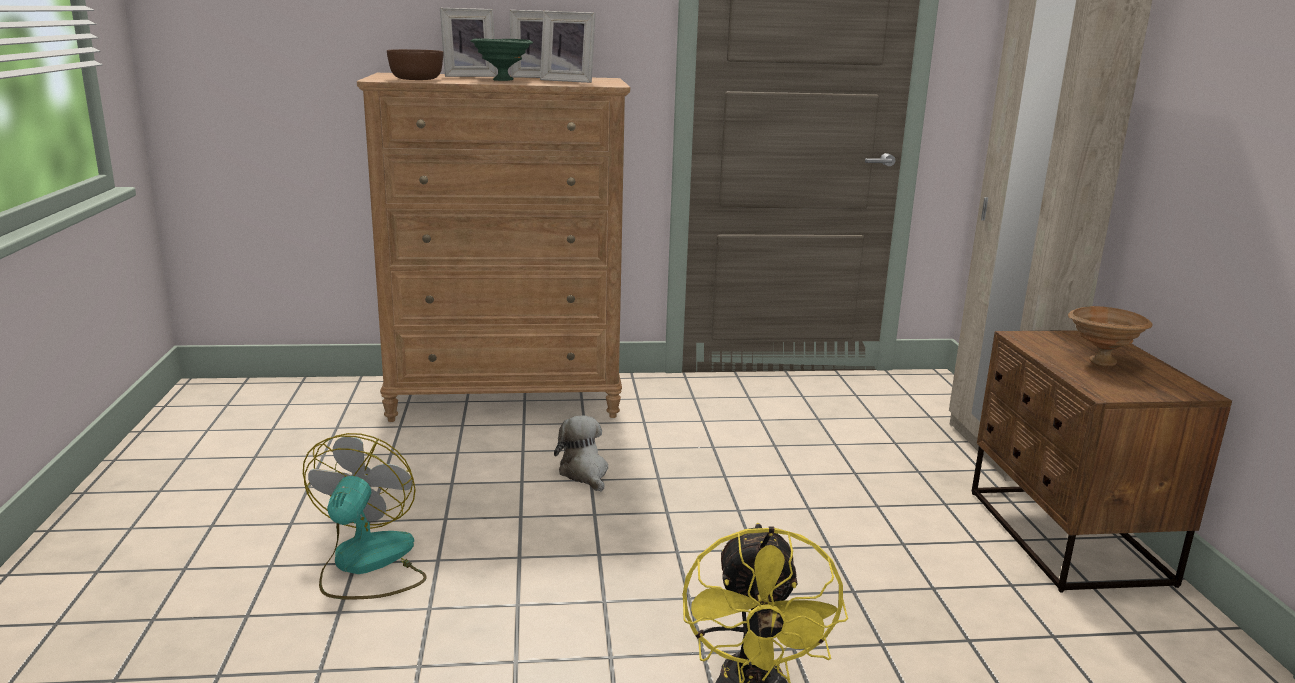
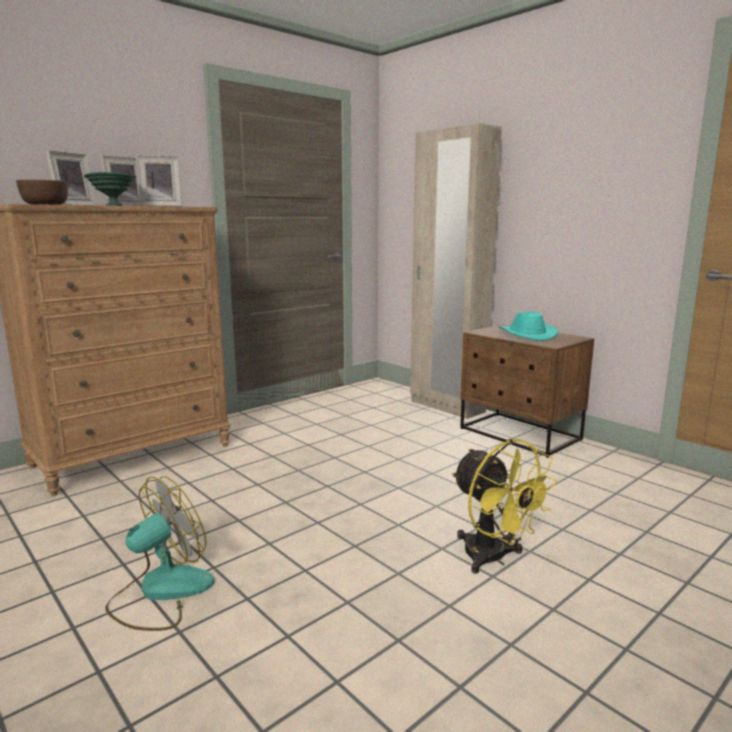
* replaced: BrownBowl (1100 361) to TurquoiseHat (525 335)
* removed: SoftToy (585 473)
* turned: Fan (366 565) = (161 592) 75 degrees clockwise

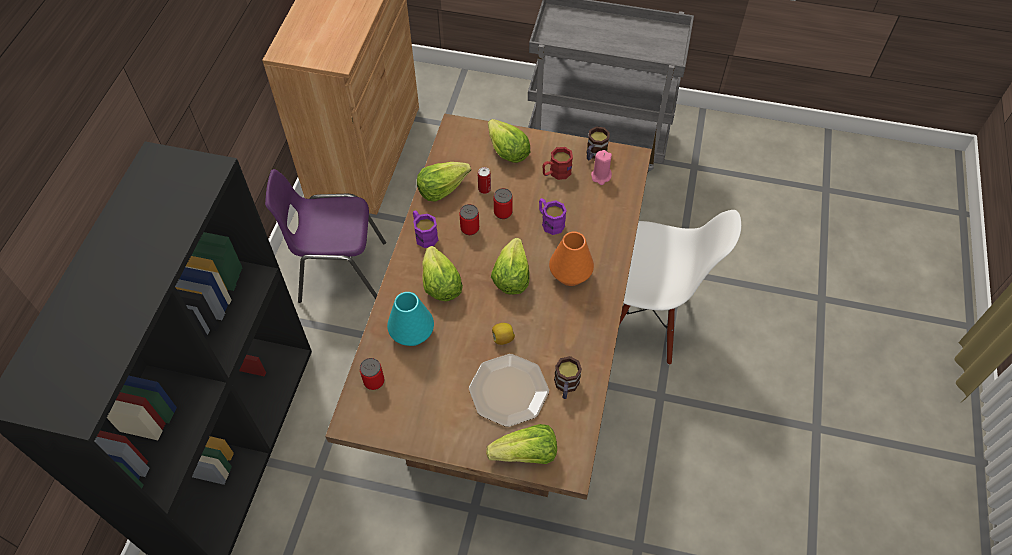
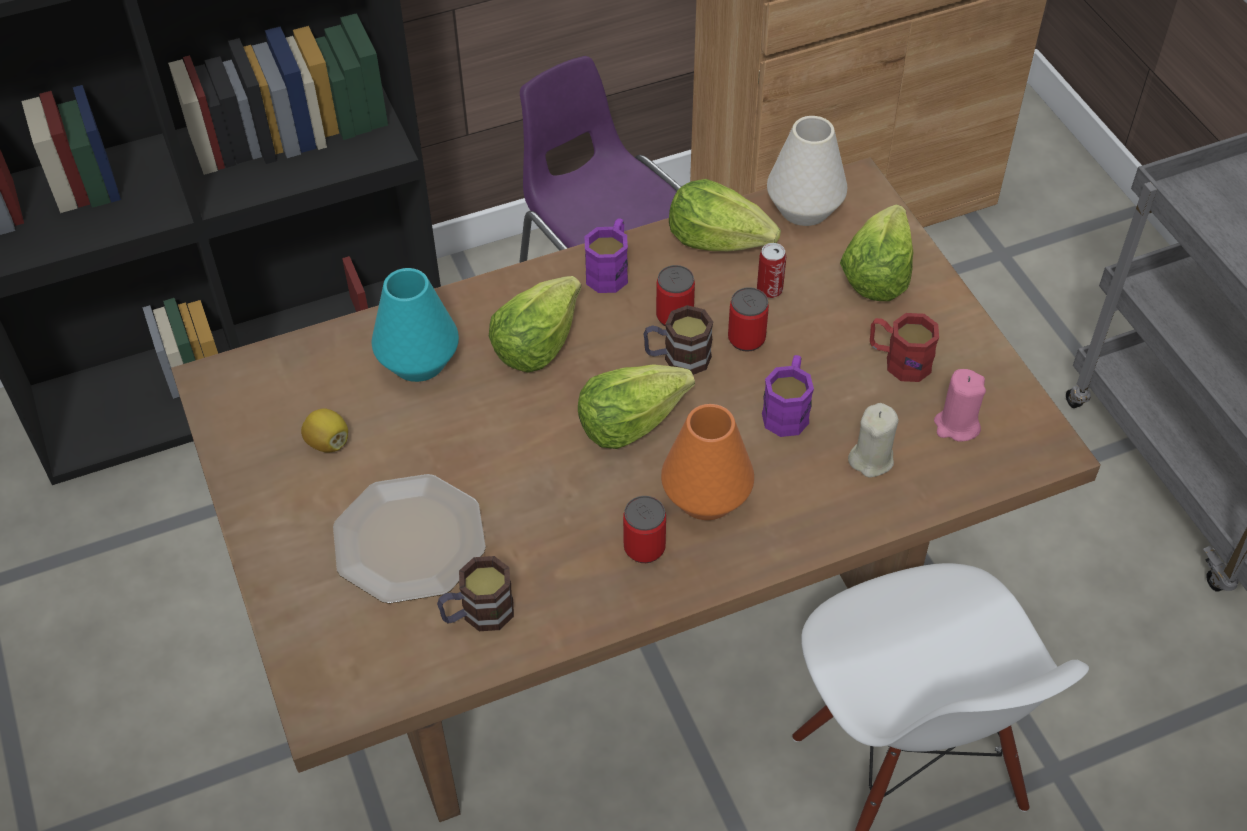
* moved: Mug (594 154) to (677 358)
* moved: WholeLemon (502 338) to (328 442)
* moved: Can (374 381) to (644 548)
* removed: HeadOfLettuce (526 454)
* added: WhiteVase (804 208)
* added: BeigeColouredWaxLight (871 459)

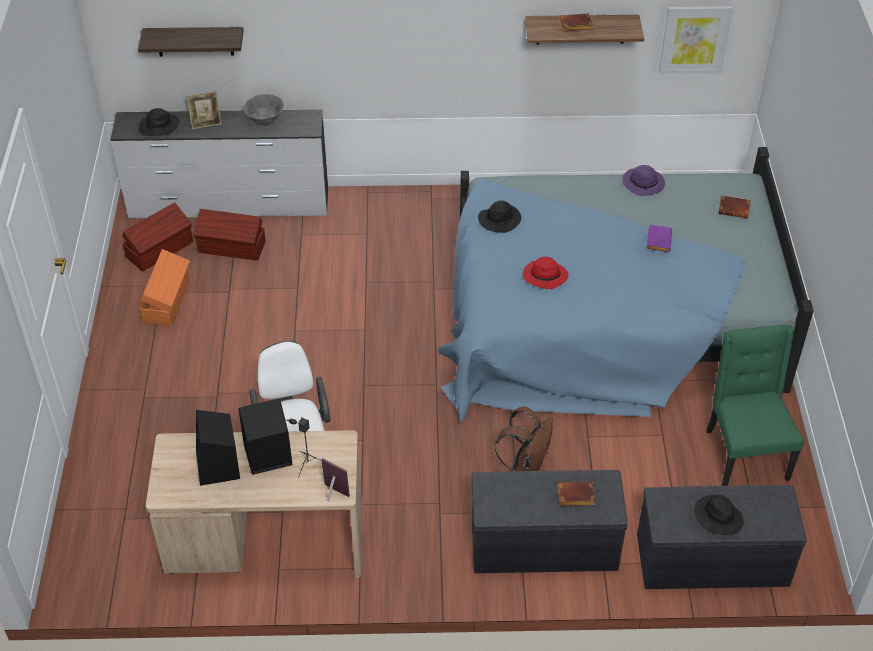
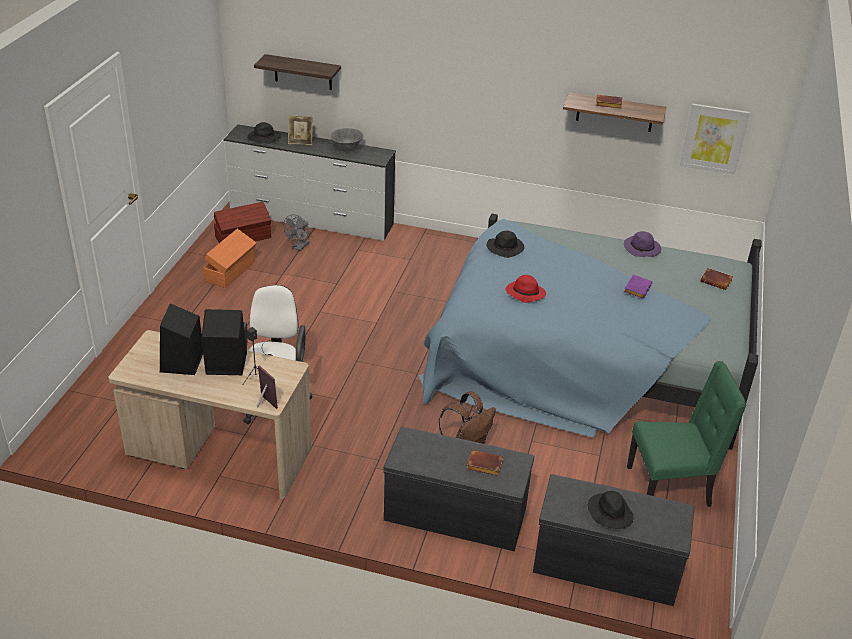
* replaced: BrownStorageBin (232 247) to GreyFan (299 247)
* turned: GreenishChair (744 454) = (670 487) 75 degrees clockwise

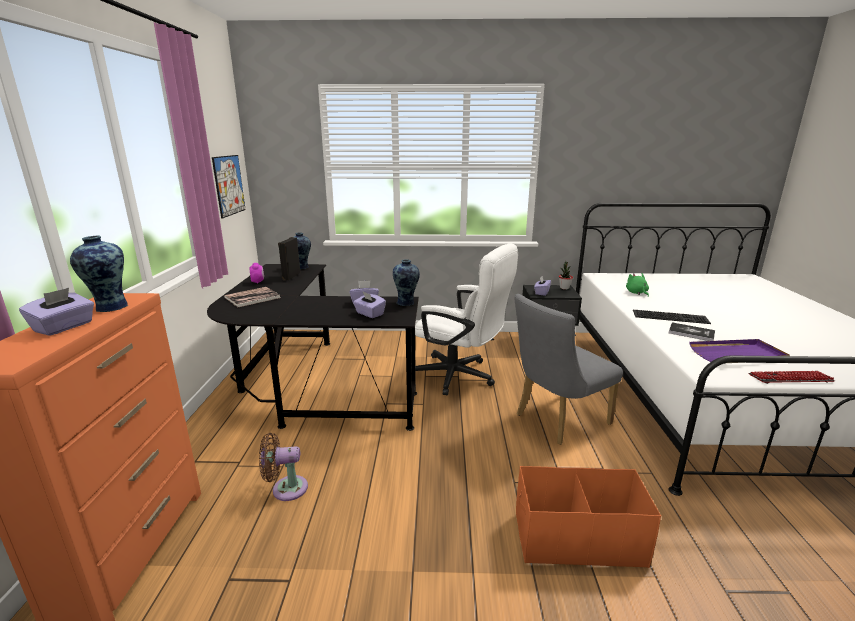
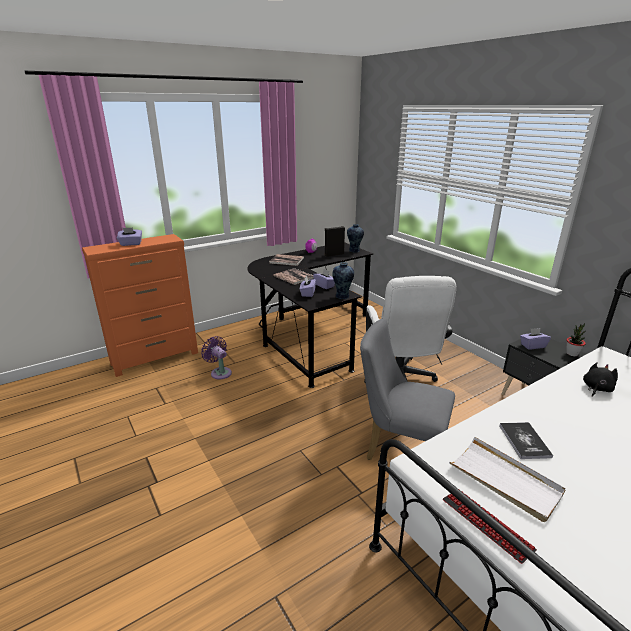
* removed: Picture (229 185)
* removed: Vase (110 307)
* recoloured: GreenishSoftToy (636 293) to BlackColouredSoftToy (596 388)
* removed: Keyboard (670 316)
* recoloured: PurplishTray (738 355) to WhiteTray (505 480)
* recoloured: BrownFan (286 489) to PurplishFan (220 372)
* removed: OrangeColouredStorageBin (577 538)
* added: Book (294 277)

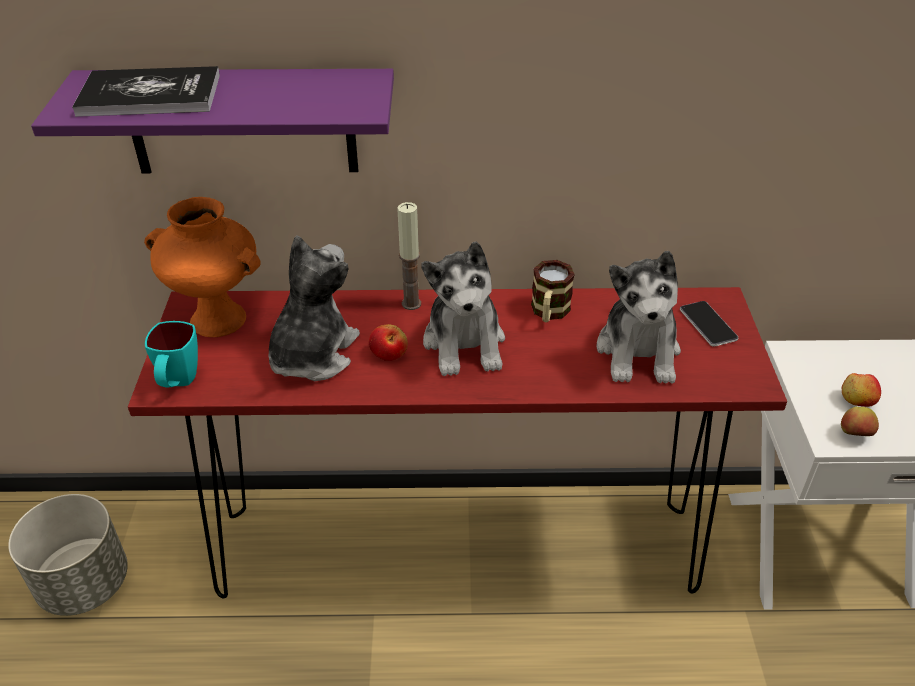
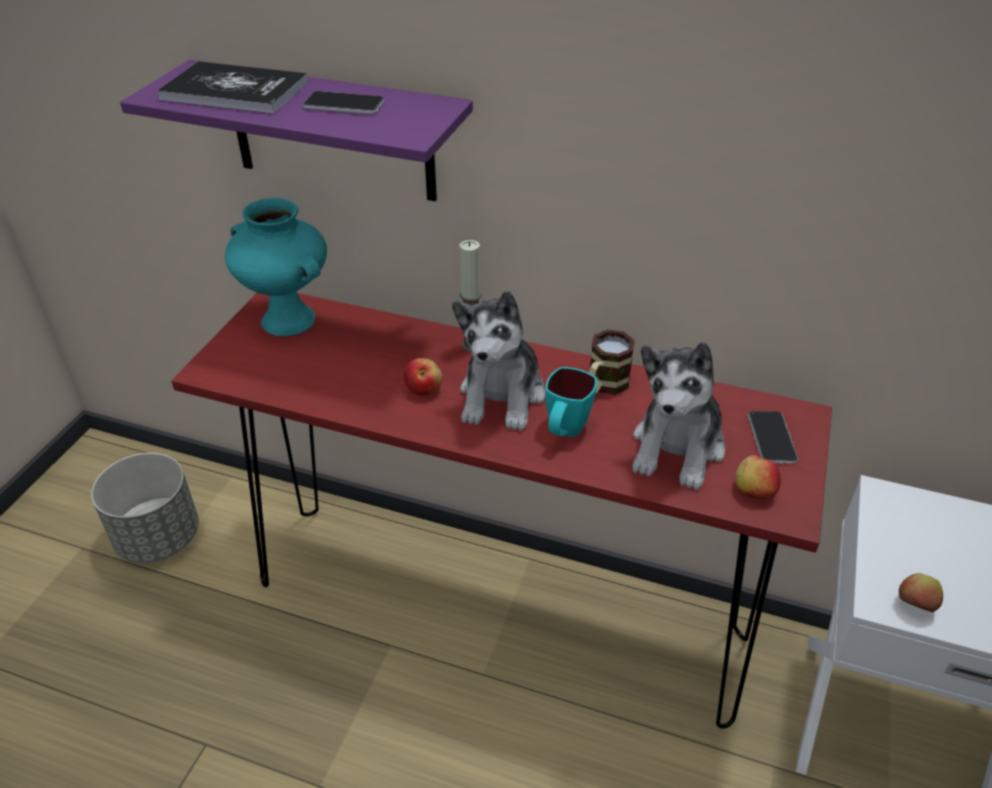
* recoloured: OrangeColouredVase (220 319) to TurquoiseVase (290 320)
* removed: SoftToy (312 355)
* moved: TurquoiseMug (178 383) to (564 432)
* moved: AppleFruit (856 401) to (754 490)
* added: Telephone (344 105)

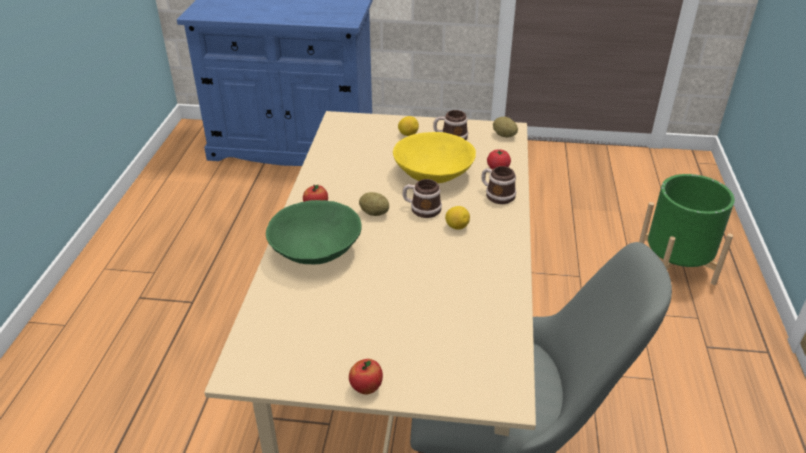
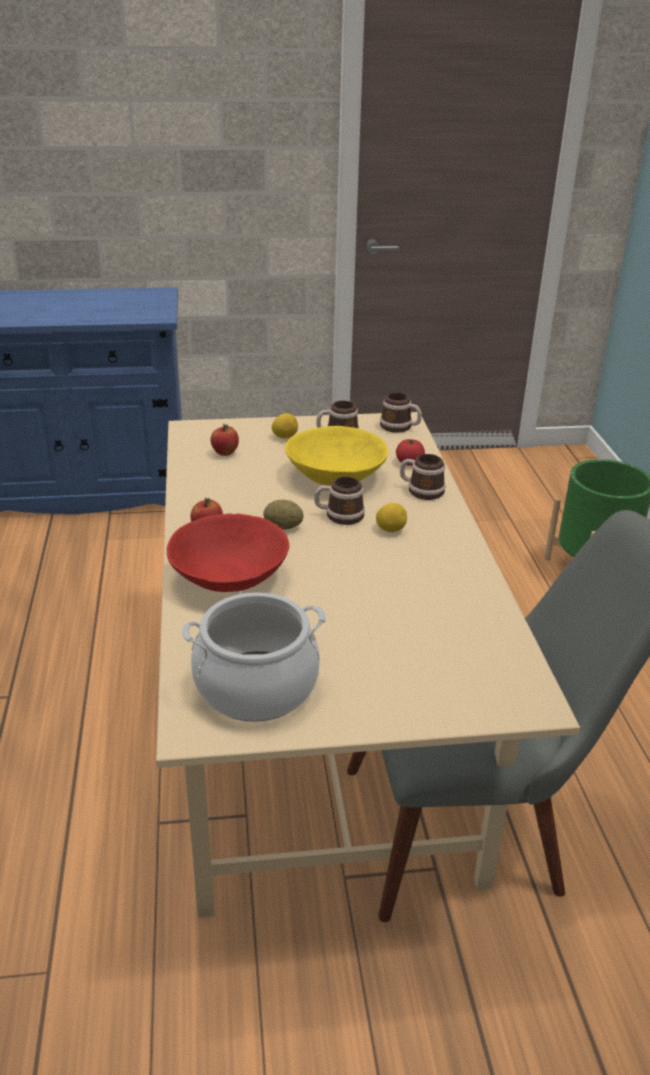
* replaced: Potato (504 135) to Mug (400 427)
* recoloured: GreenishBowl (316 251) to RedBowl (229 578)
* moved: AppleFruit (366 388) to (225 453)
* added: Saucepot (256 686)

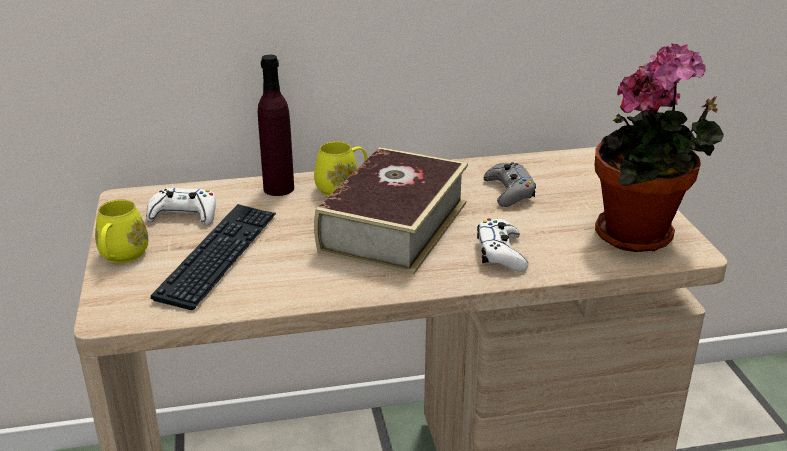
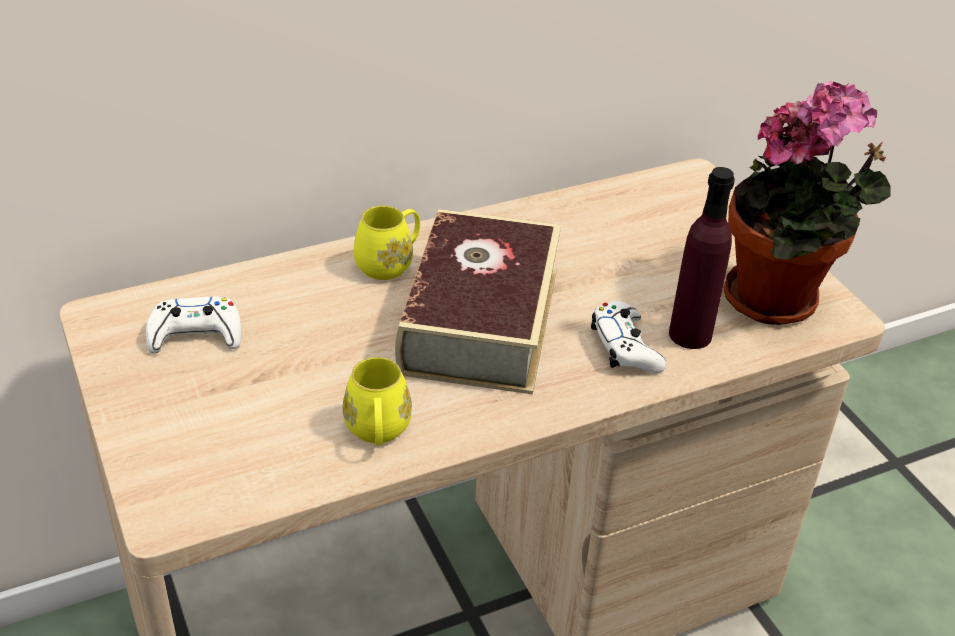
* moved: PurplishBeverageBottle (278 188) to (690 334)
* removed: GreyGameController (509 192)
* moved: YellowMug (121 256) to (378 431)
* removed: Keyboard (219 256)

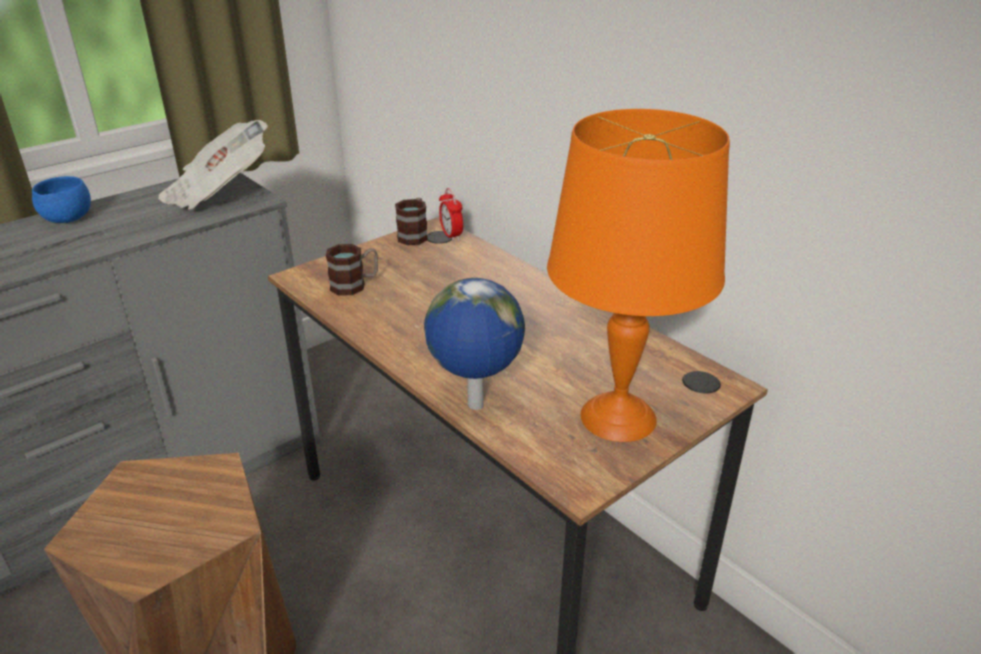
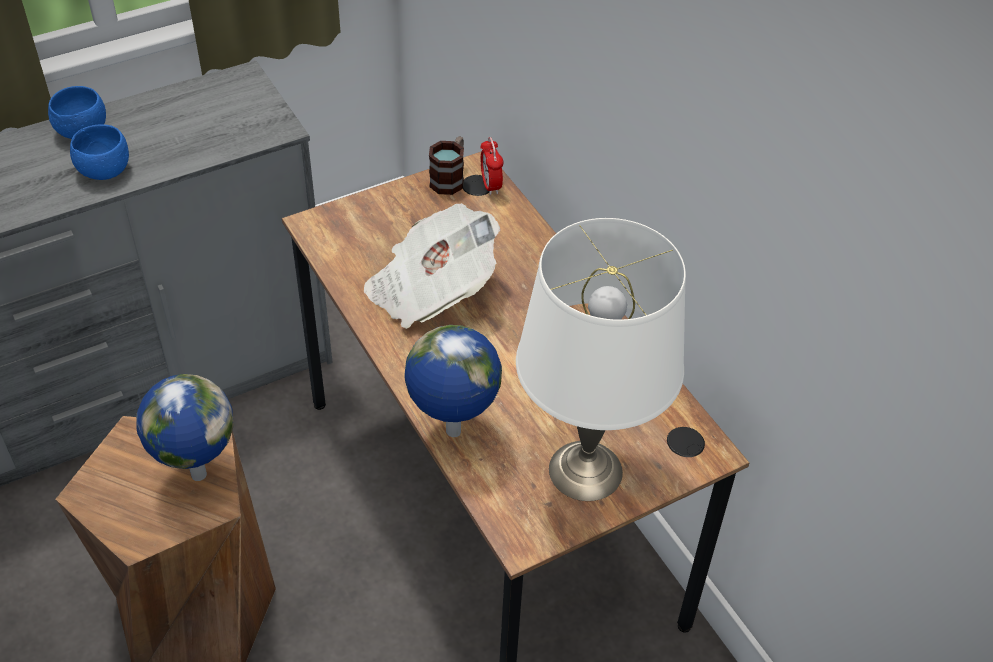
* recoloured: OrangeColouredTabletopLamp (619 416) to WhiteTabletopLamp (586 470)
* moved: DailyPaper (218 193) to (431 290)
* removed: Mug (355 285)
* added: BluishBowl (104 171)
* added: DeskGlobe (197 474)

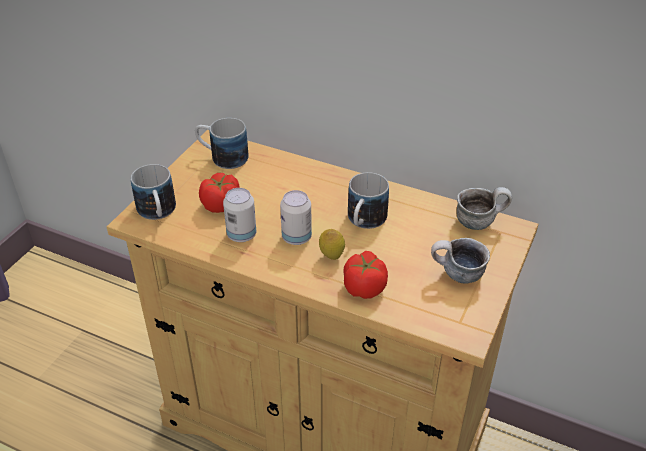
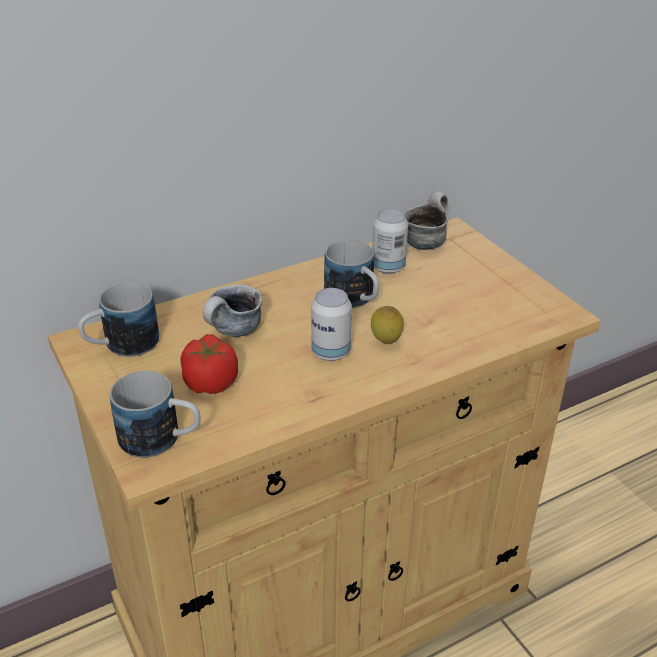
* moved: Can (241 235) to (388 267)
* moved: Mug (456 276) to (233 334)
* removed: WholeTomato (364 287)

